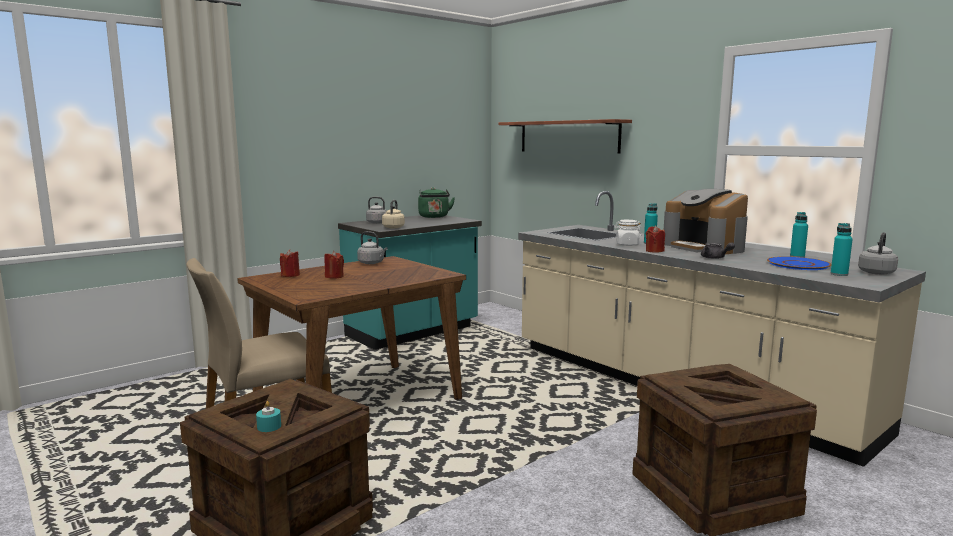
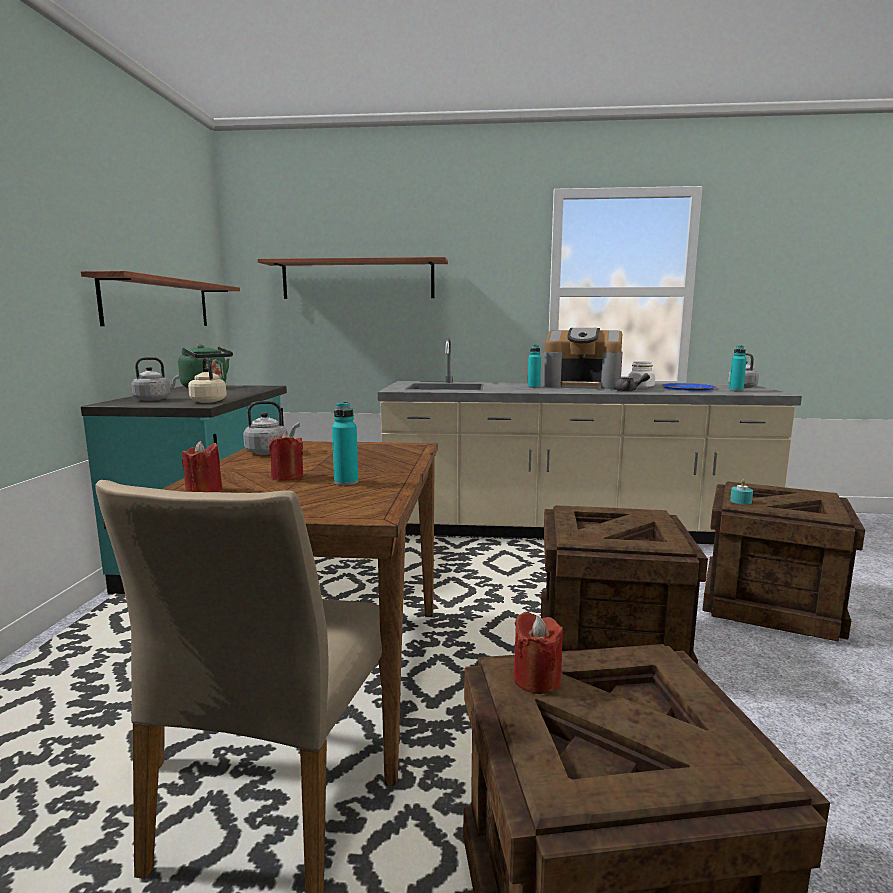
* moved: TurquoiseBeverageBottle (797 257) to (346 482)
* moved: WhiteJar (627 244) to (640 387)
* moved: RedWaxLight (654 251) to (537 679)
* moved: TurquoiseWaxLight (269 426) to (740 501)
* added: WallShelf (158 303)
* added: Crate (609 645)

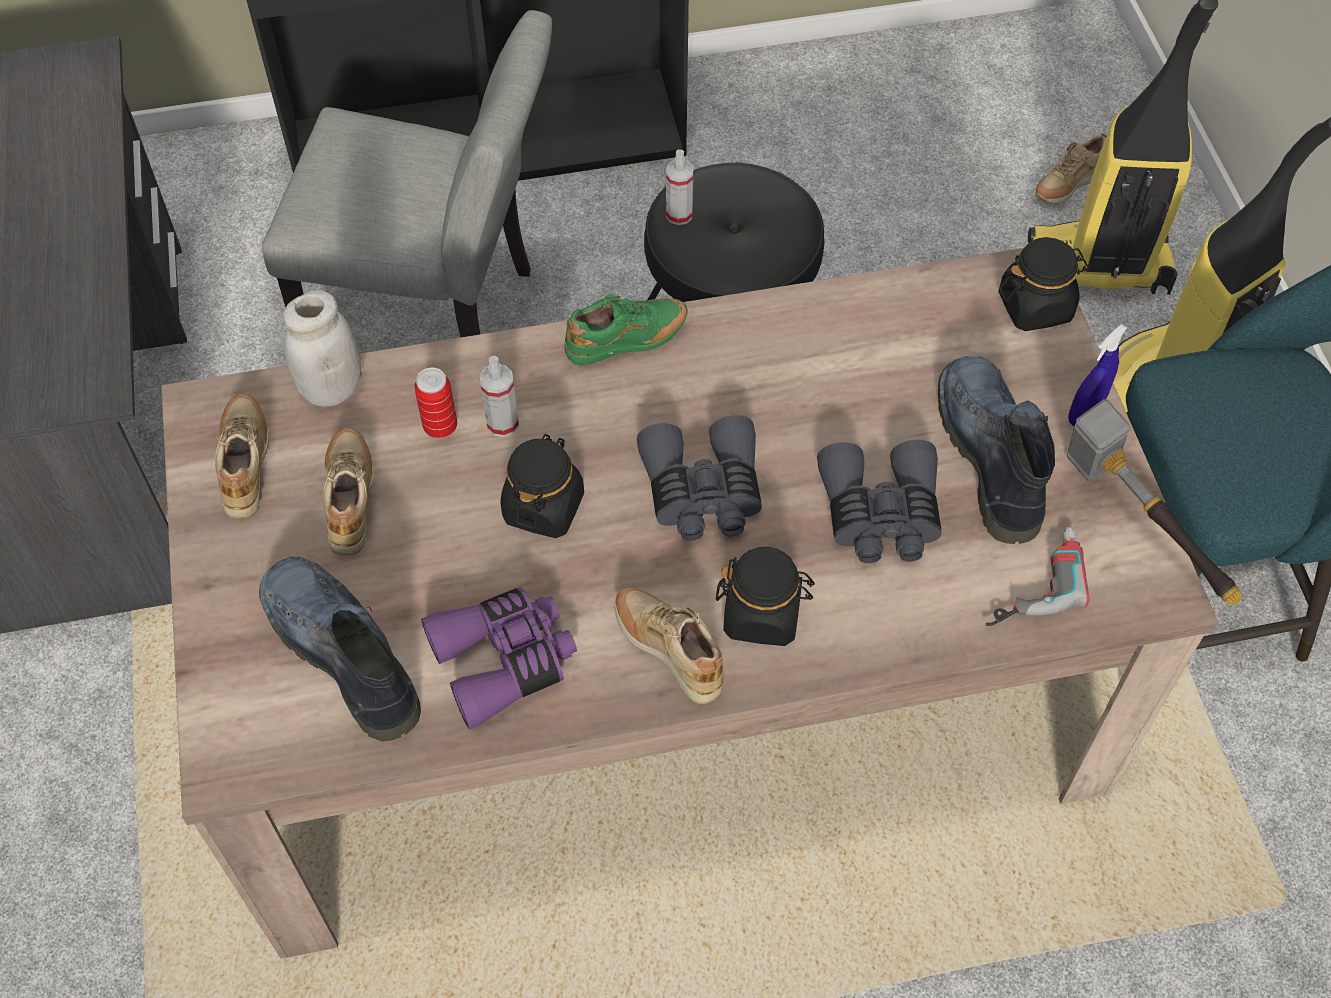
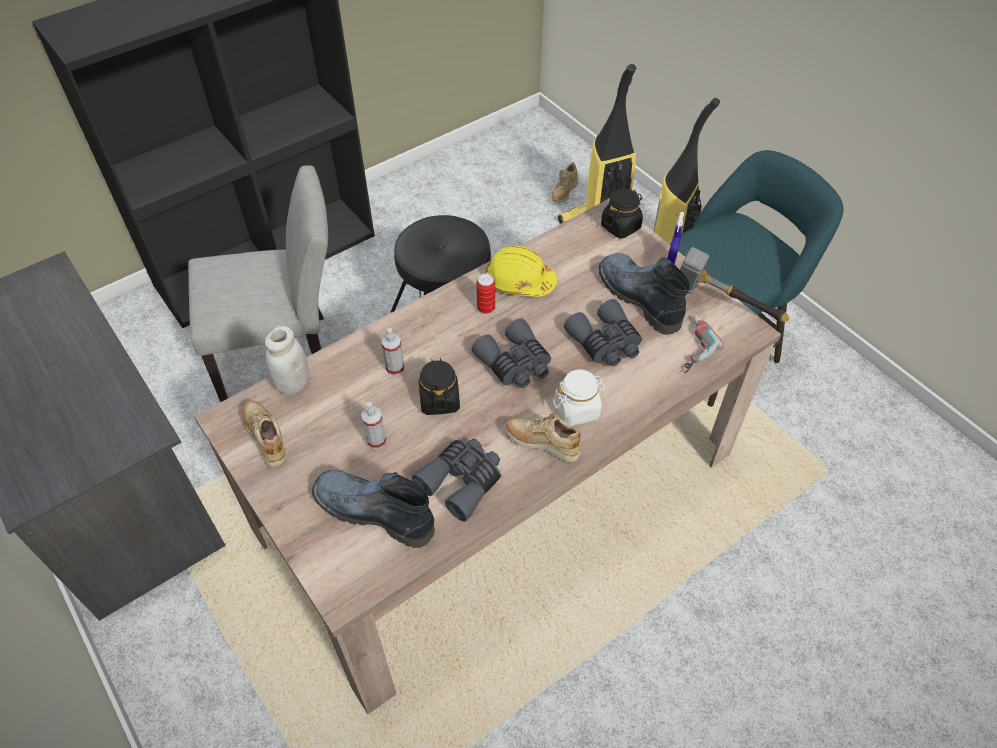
* moved: SprayBottle (679 215) to (376 440)
* removed: GreenishLowShoe (627 342)
* moved: Can (440 427) to (486 308)
* removed: BeigeColouredLowShoe (352 499)
* recoloured: BlackColouredJar (762 615) to WhiteJar (577 409)
* recoloured: PurplishBinoculars (504 660) to GreyBinoculars (462 481)
* added: YellowSafetyHelmet (519 282)

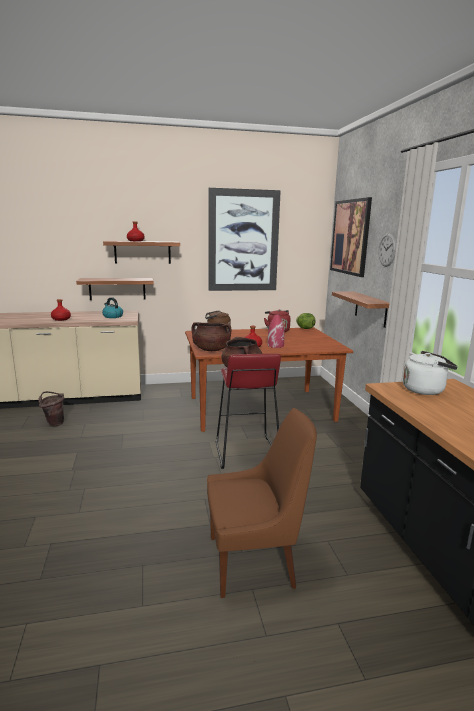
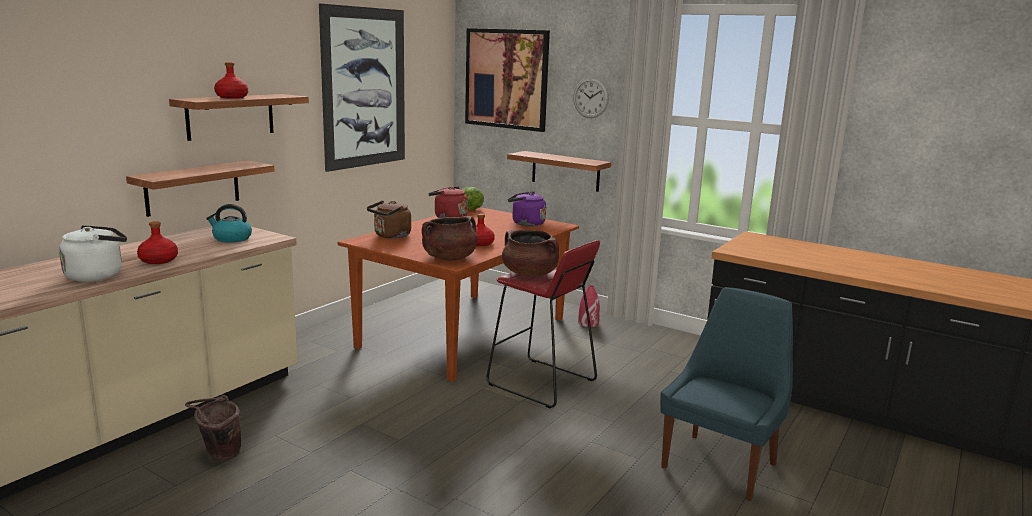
* moved: RedVase (275 345) to (588 323)
* moved: WhiteTeaKettle (425 390) to (98 275)
* recoloured: BrownChair (255 561) to BluishChair (721 464)
* added: PurplishTeaKettle (526 224)

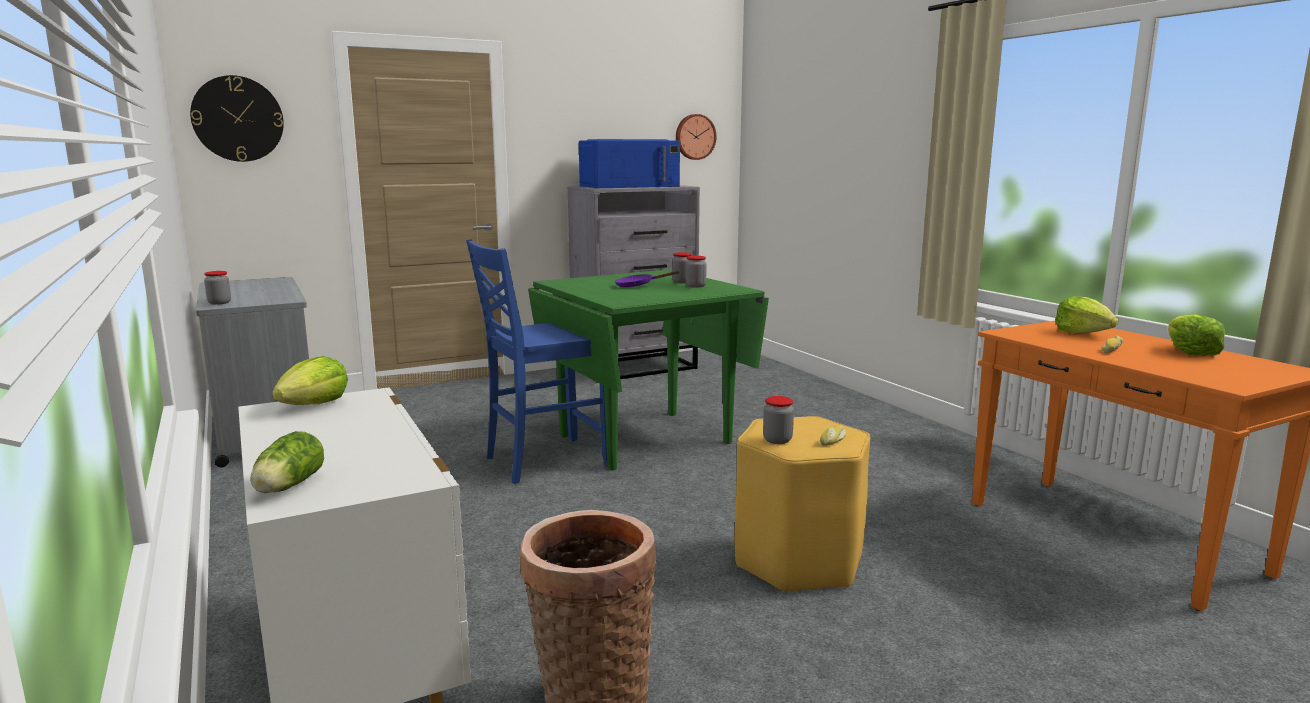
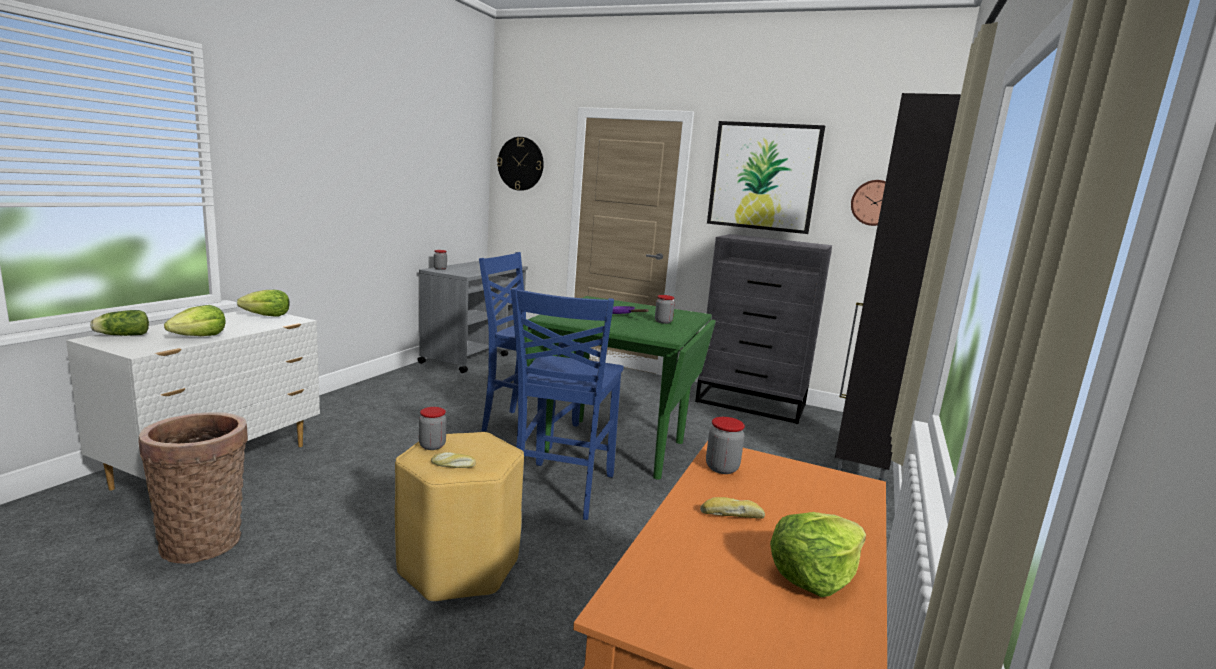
* removed: BluishMicrowave (630 186)
* moved: Jar (695 286) to (722 468)
* moved: HeadOfLettuce (1083 333) to (199 337)
* added: BlackColouredCabinet (858 466)
* added: Picture (763 177)
* added: BluishChair (561 491)

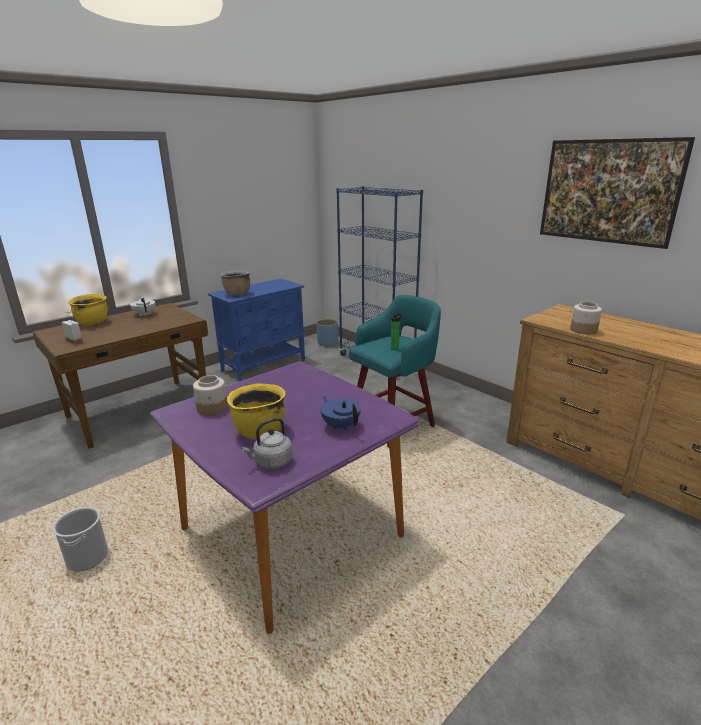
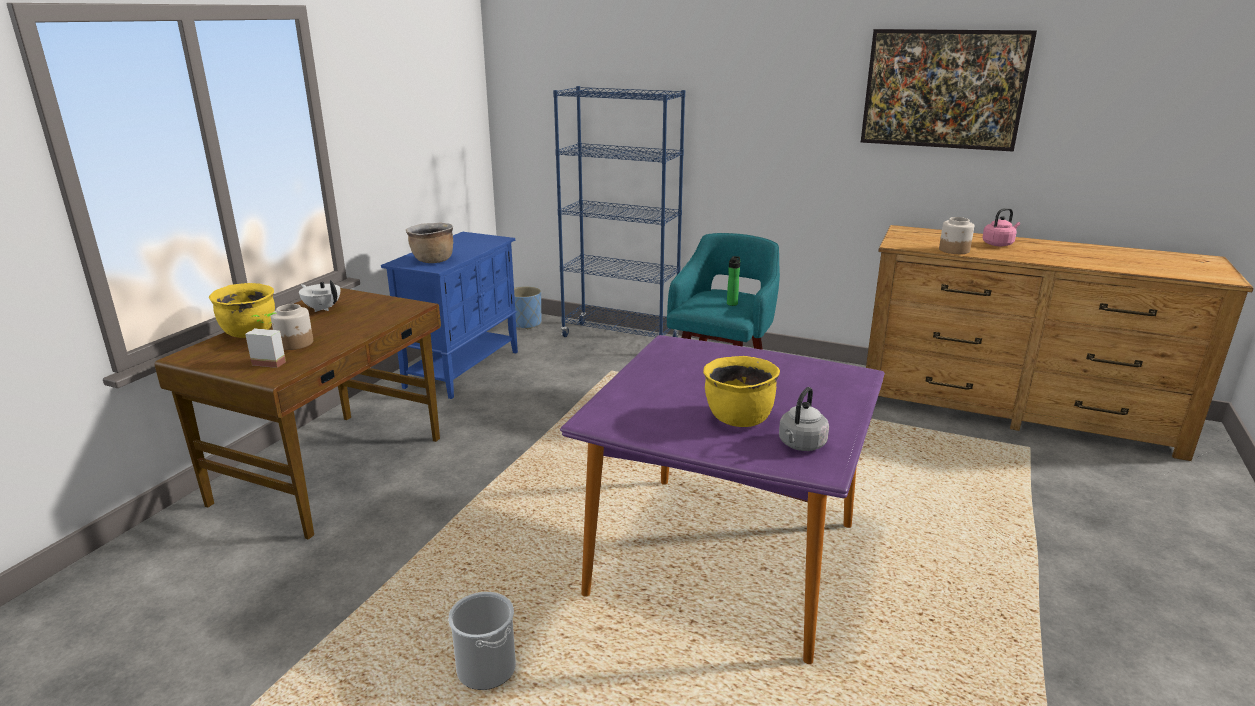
* moved: Jar (212 408) to (295 343)
* removed: BluishTeapot (340 426)
* added: PinkishTeaKettle (998 244)

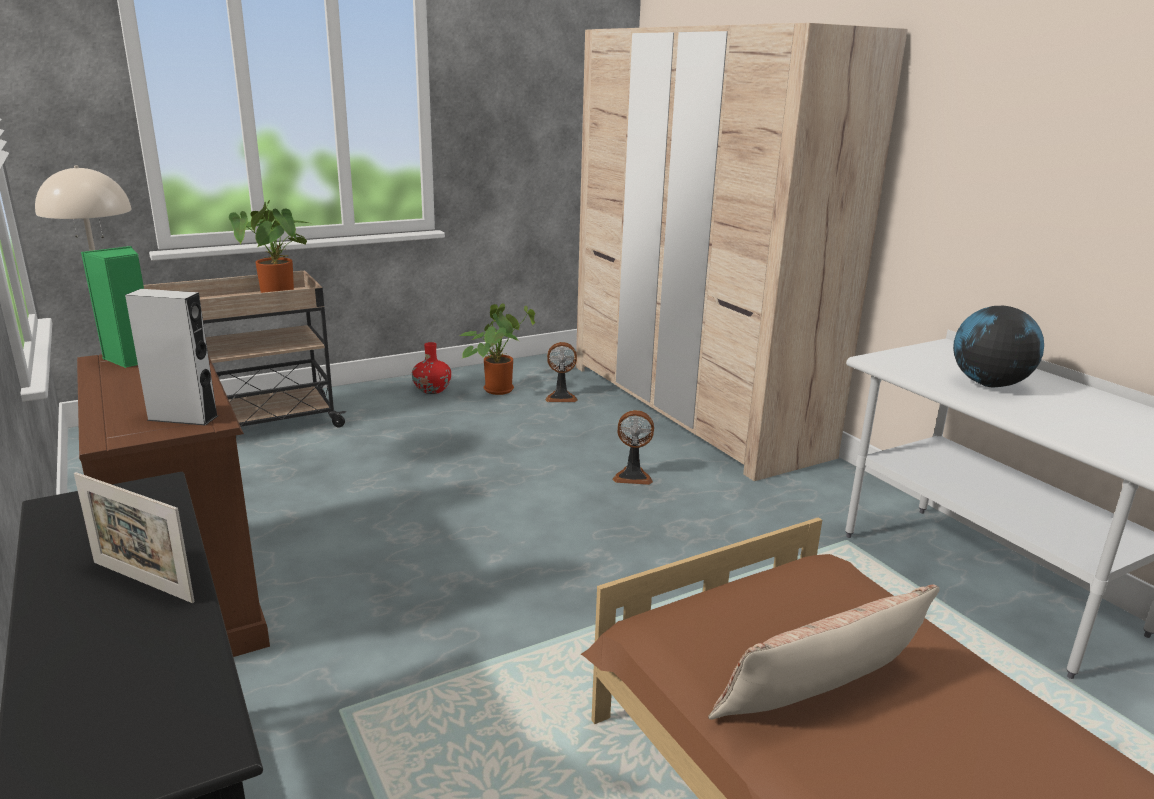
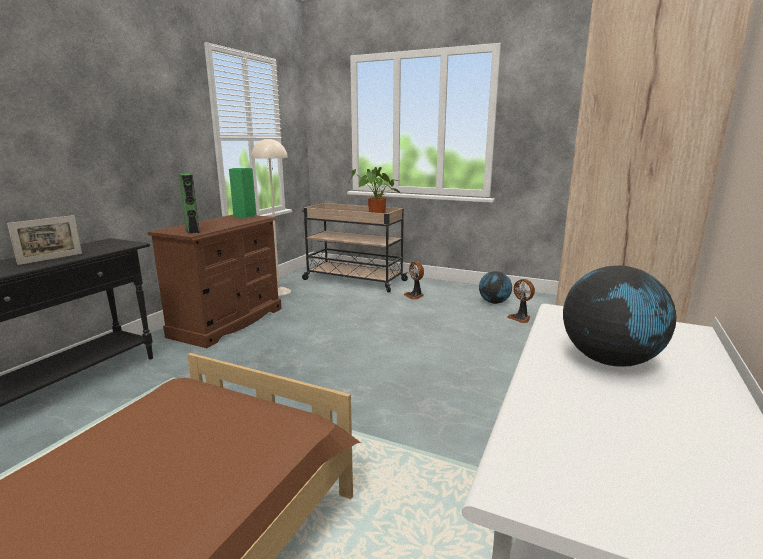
* recoloured: GreyAudioSpeaker (183 418) to GreenishAudioSpeaker (192 231)
* replaced: PottedPlant (498 388) to DeskGlobe (494 302)
* removed: RedVase (432 390)
* moved: Fan (633 476) to (415 295)
* turned: PhotoFrame (142 581) = (51 259) 135 degrees counterclockwise
* removed: Cushion (821 692)

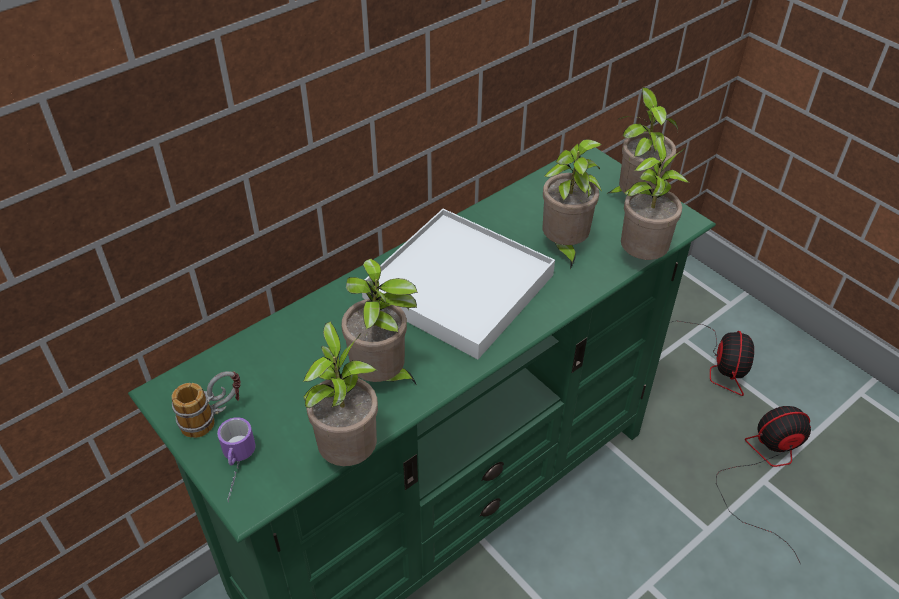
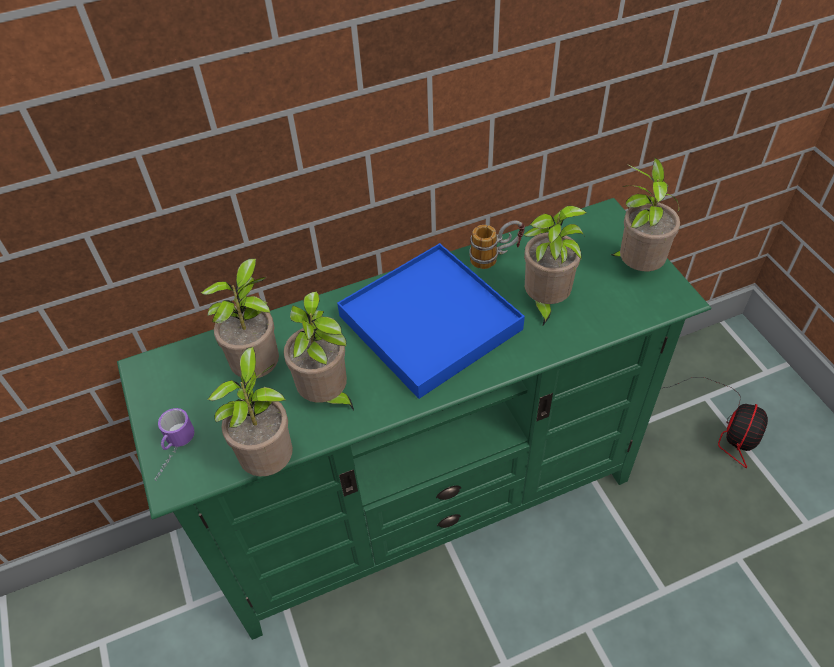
* moved: PottedPlant (641 256) to (261 369)
* recoloured: WhiteTray (459 287) to BluishTray (430 323)
* moved: Mug (213 418) to (495 257)
* removed: Fan (765 470)

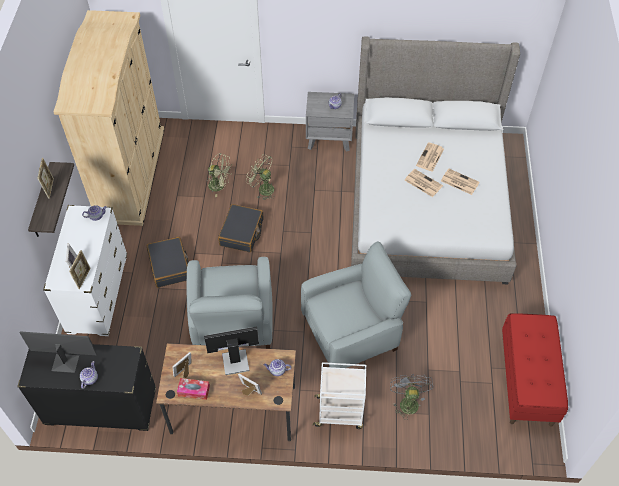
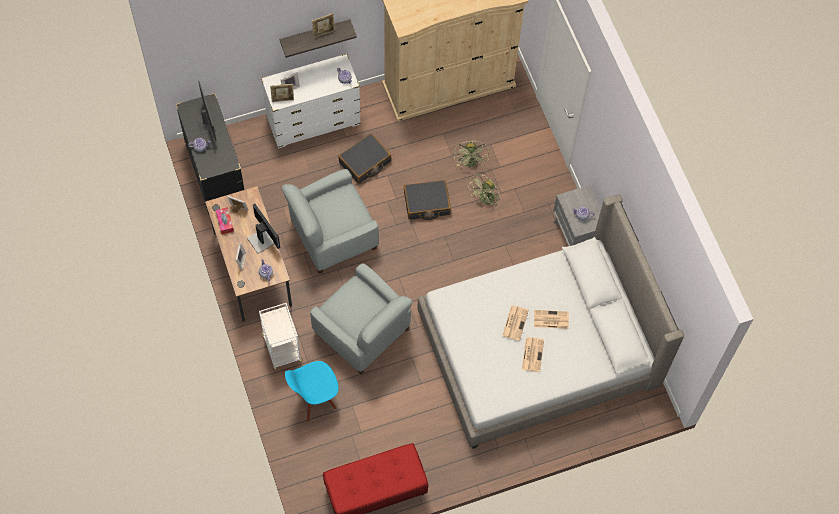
* turned: GreenishFan (262 188) = (485 200) 150 degrees counterclockwise
* replaced: GreyFan (407 401) to BluishChair (314 398)

